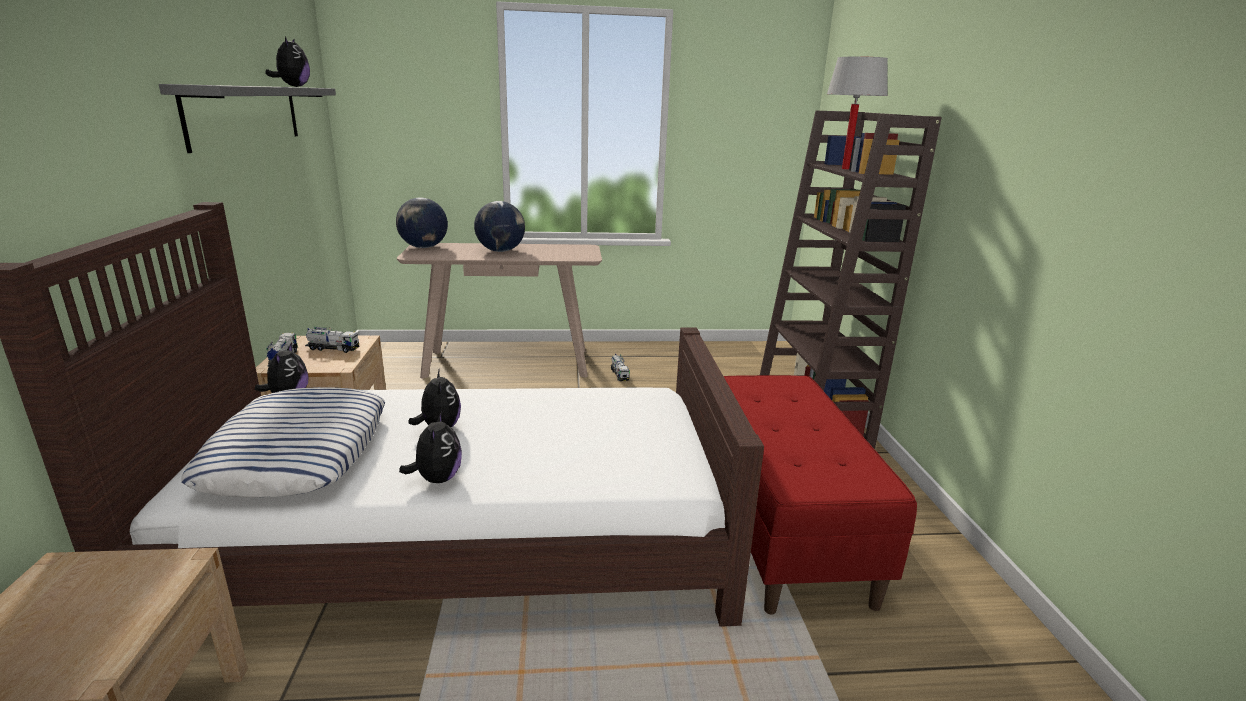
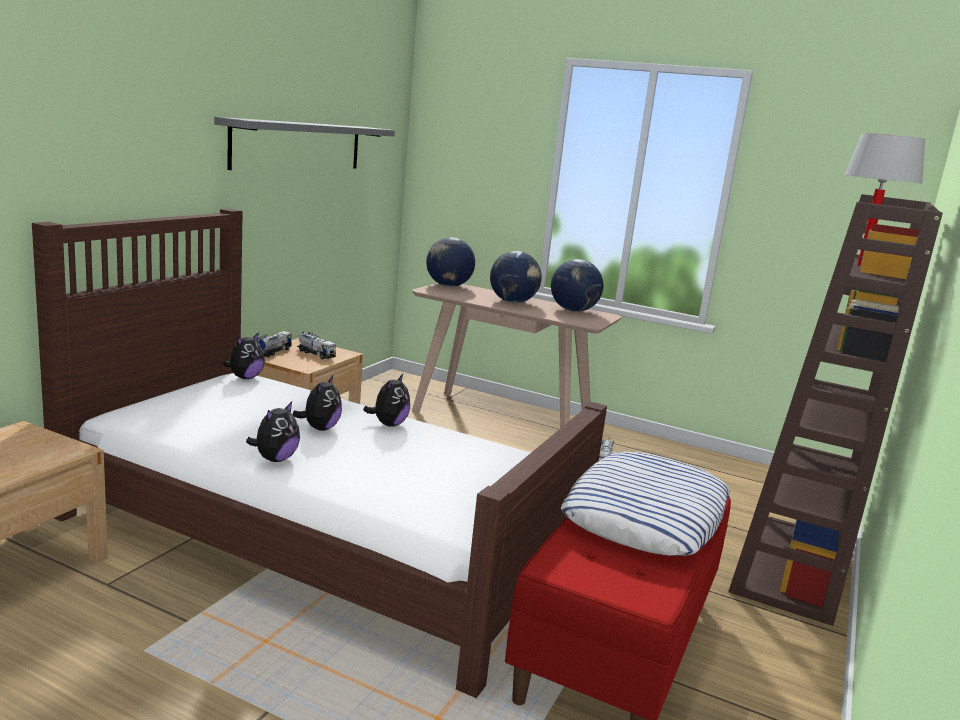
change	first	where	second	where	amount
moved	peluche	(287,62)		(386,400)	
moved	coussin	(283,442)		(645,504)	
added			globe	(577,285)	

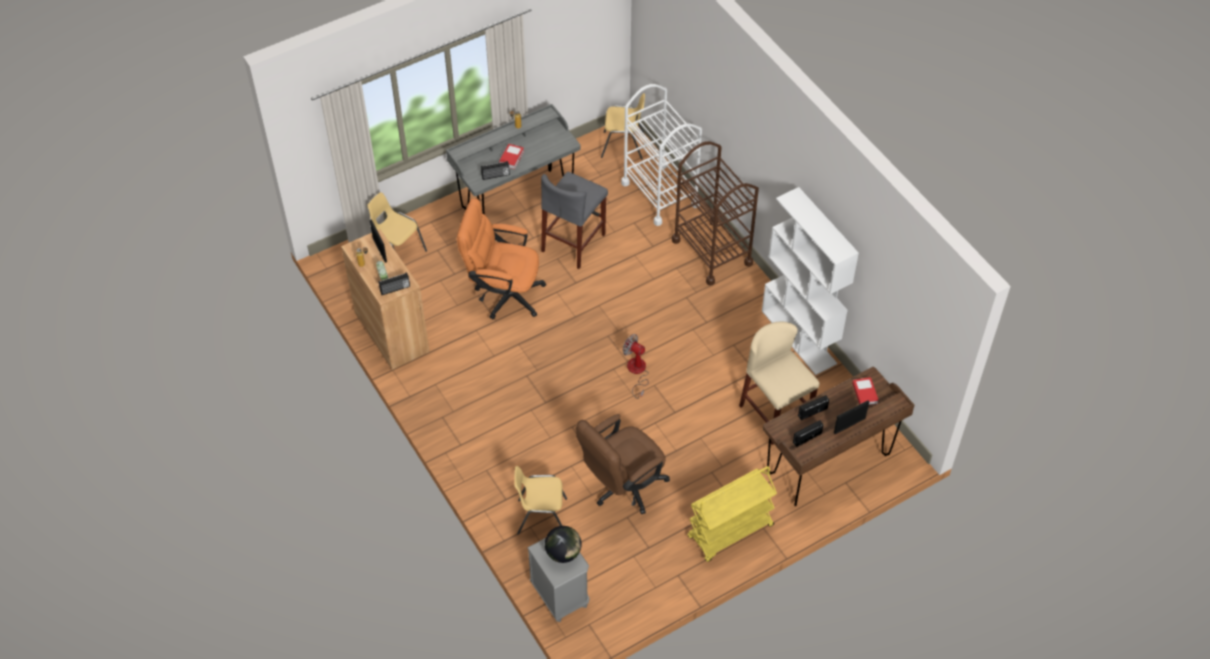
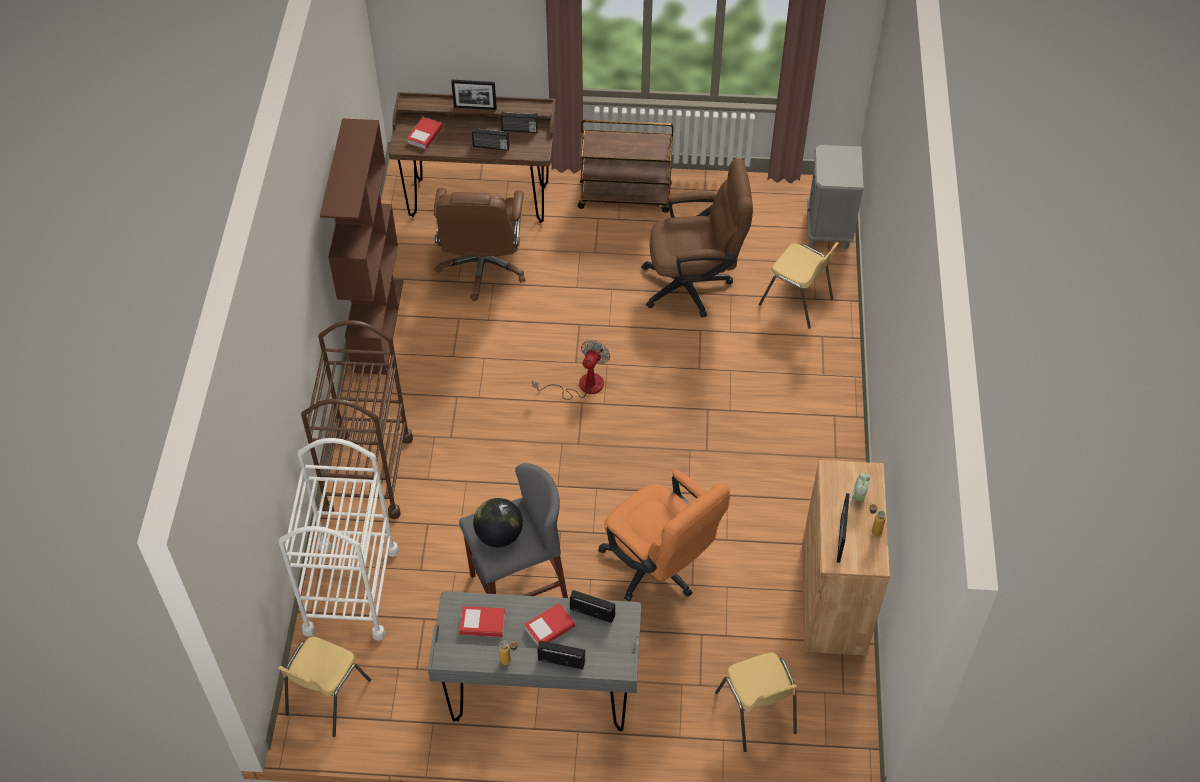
change	first	where	second	where	amount
turned	chaise [jaune]	(623,126)		(324,686)	105 degrees counterclockwise
recoloured	bibliothèque [blanc]	(810,281)	bibliothèque [marron]	(362,246)	
moved	radio	(394,283)		(561,655)	
replaced	tabouret [beige]	(779,383)	chaise de bureau [marron]	(480,244)	
turned	ventilateur	(636,366)		(571,370)	135 degrees counterclockwise
recoloured	chariot [jaune]	(732,514)	chariot [marron]	(625,166)	
moved	globe	(563,544)		(498,522)	
added			livre	(482,621)	

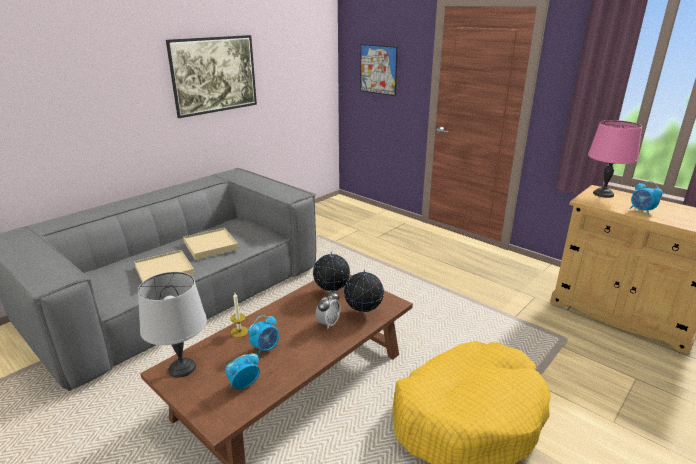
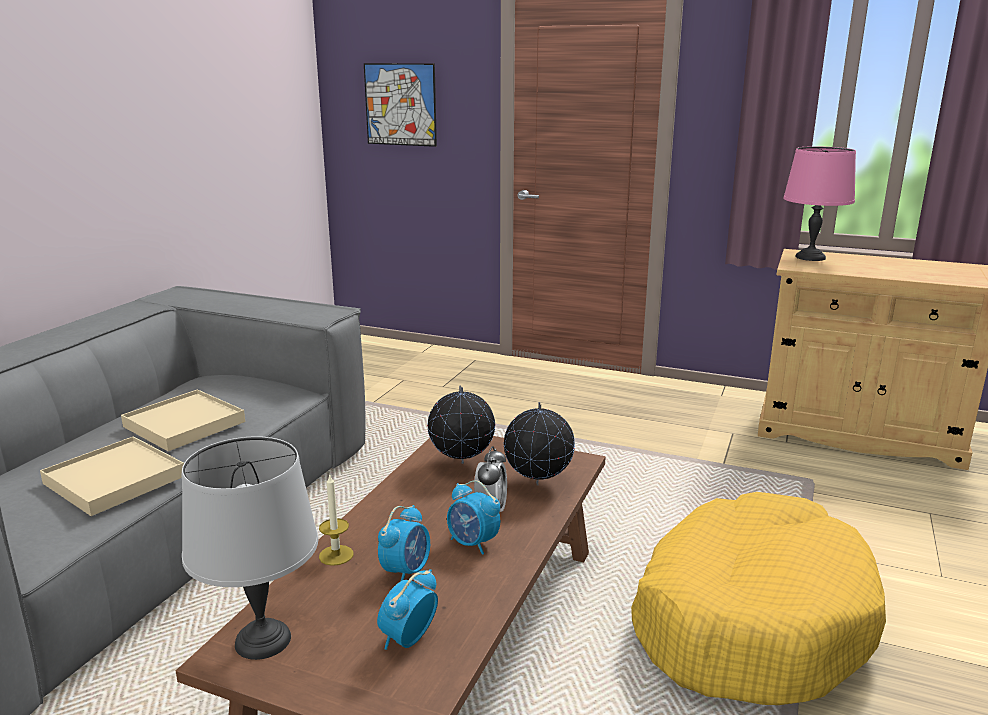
change	first	where	second	where	amount
removed	tableau	(211,76)			
moved	réveil	(646,198)		(474,517)	

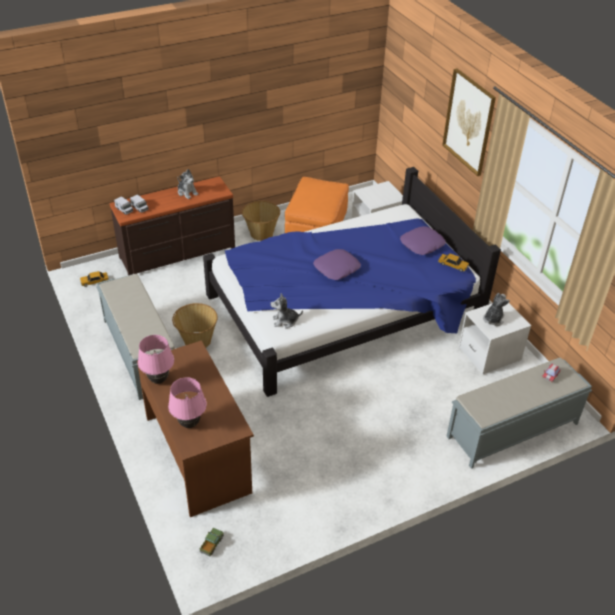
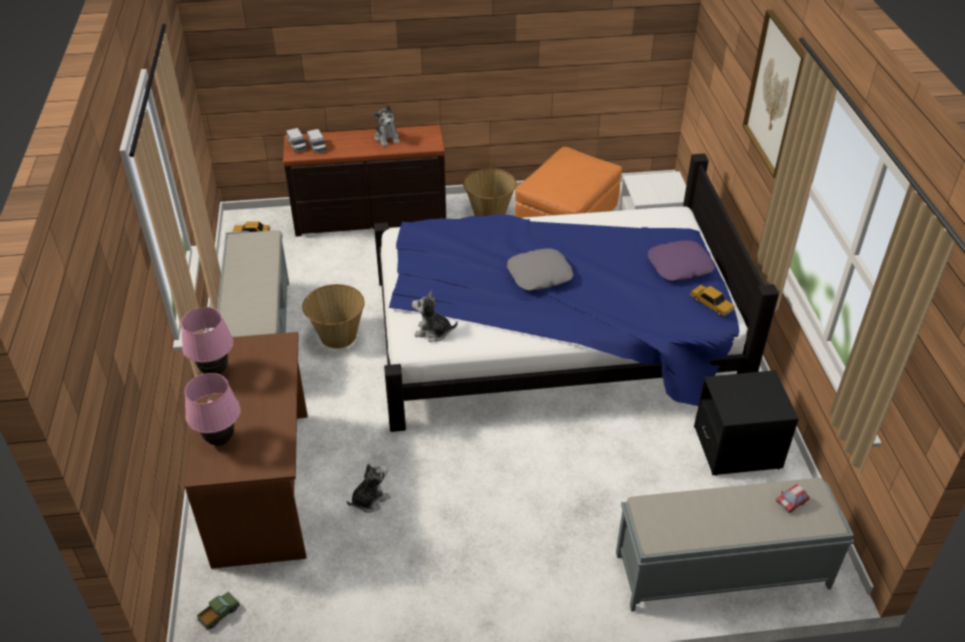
change	first	where	second	where	amount
recoloured	coussin [violet]	(337,264)	coussin [gris]	(540,269)	
moved	peluche	(496,309)		(369,488)	
recoloured	table de chevet [blanc]	(495,338)	table de chevet [noir]	(746,423)	

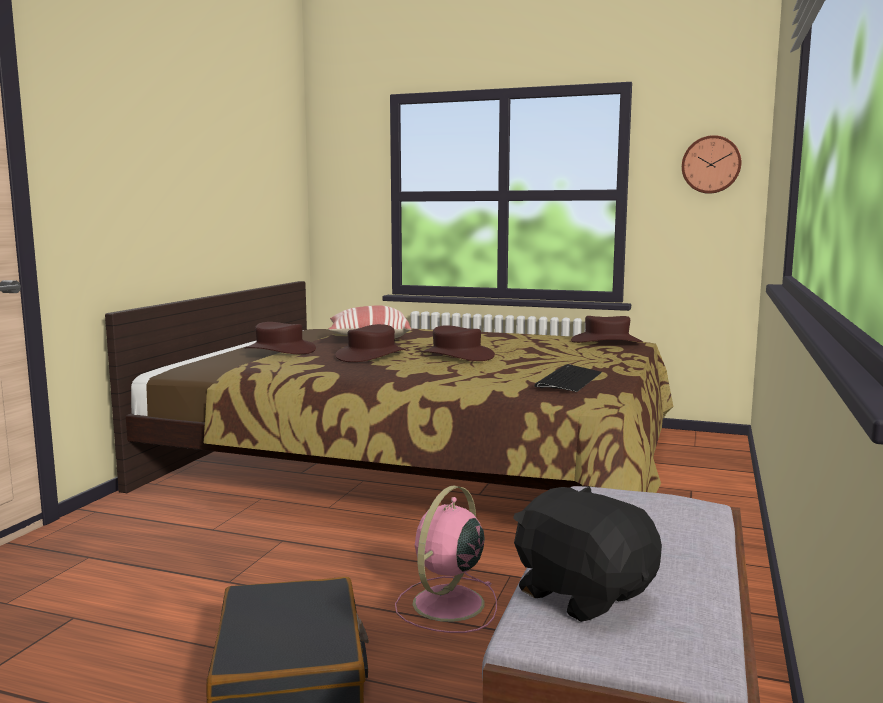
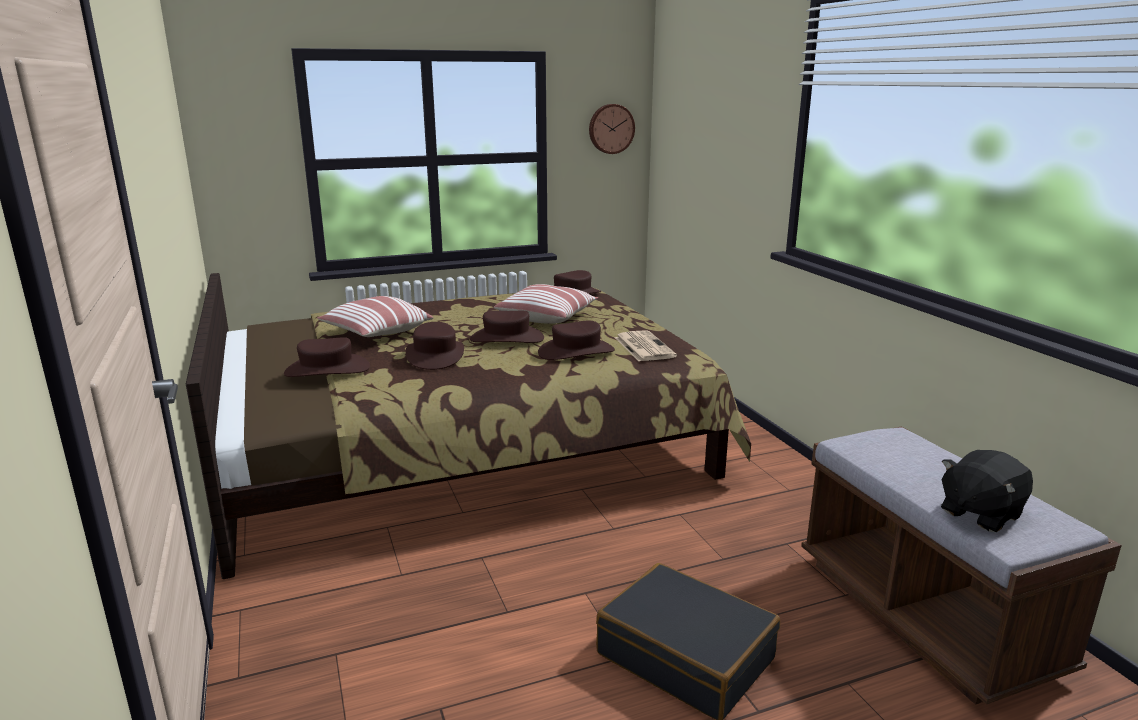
change	first	where	second	where	amount
replaced	clavier	(568,378)	journal	(646,345)	
removed	ventilateur [rose]	(446,559)			
turned	peluche [noir]	(587,554)		(987,491)	45 degrees counterclockwise
added			coussin	(546,304)	
added			chapeau [marron]	(576,340)	

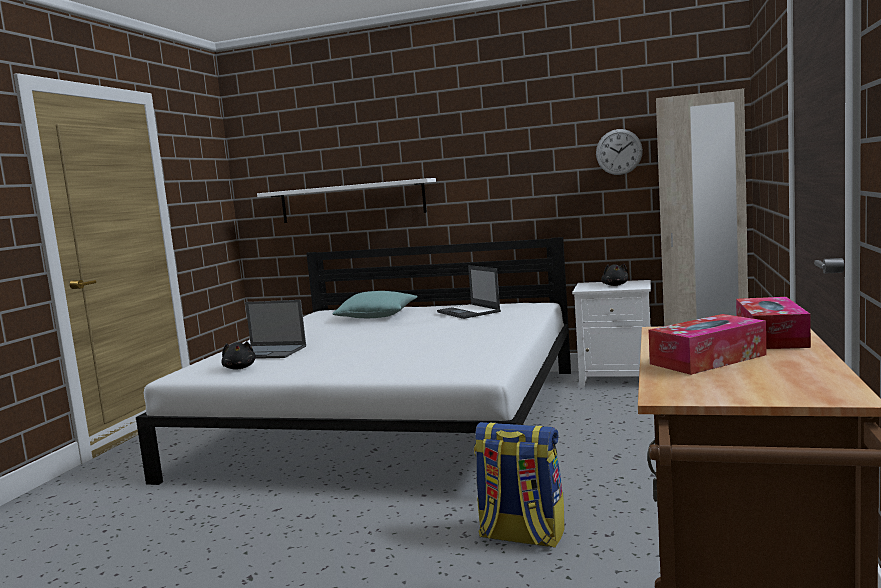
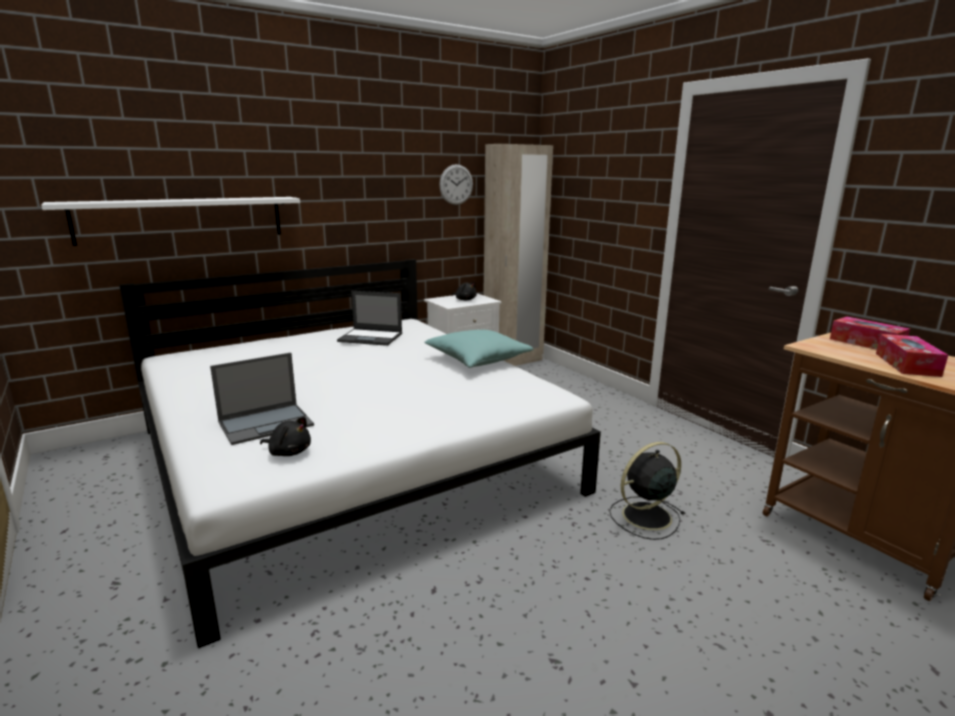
change	first	where	second	where	amount
moved	coussin [turquoise]	(374,304)		(478,349)	
replaced	sac à dos	(519,485)	ventilateur [noir]	(647,491)	

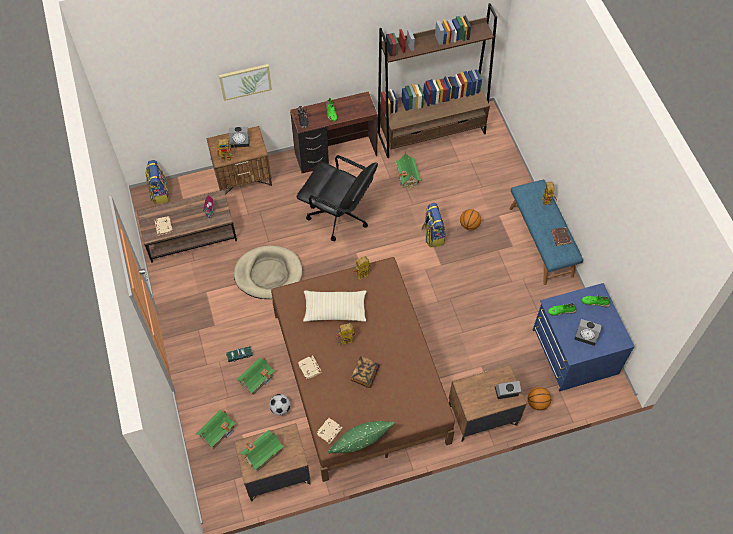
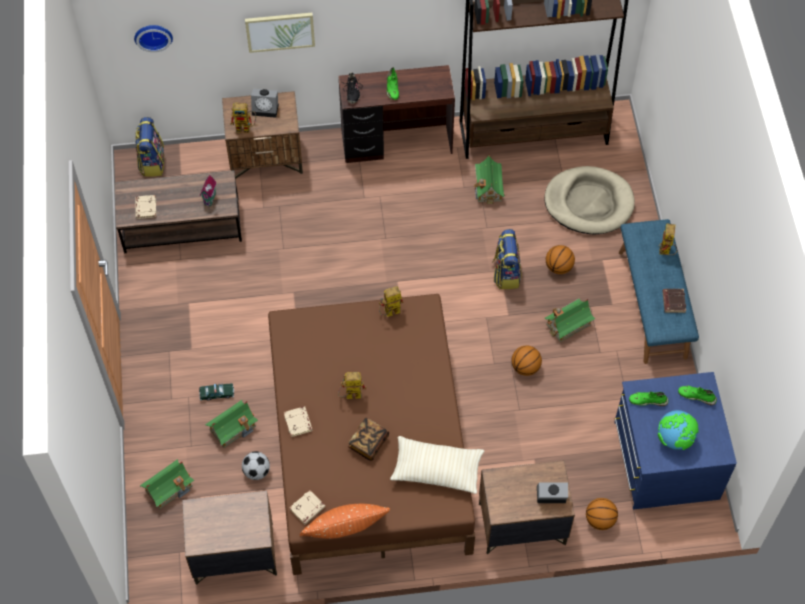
change	first	where	second	where	amount
removed	chaise de bureau [noir]	(337,198)			
moved	panier pour chien [beige]	(268,272)		(589,200)	
moved	coussin [beige]	(335,306)		(437,465)	
replaced	réveil	(588,332)	globe	(678,430)	
recoloured	coussin [vert]	(361,437)	coussin [orange]	(345,521)	
moved	maison miniature	(262,450)		(569,320)	
added			horloge murale	(153,38)	
added			ballon de basket	(526,360)	

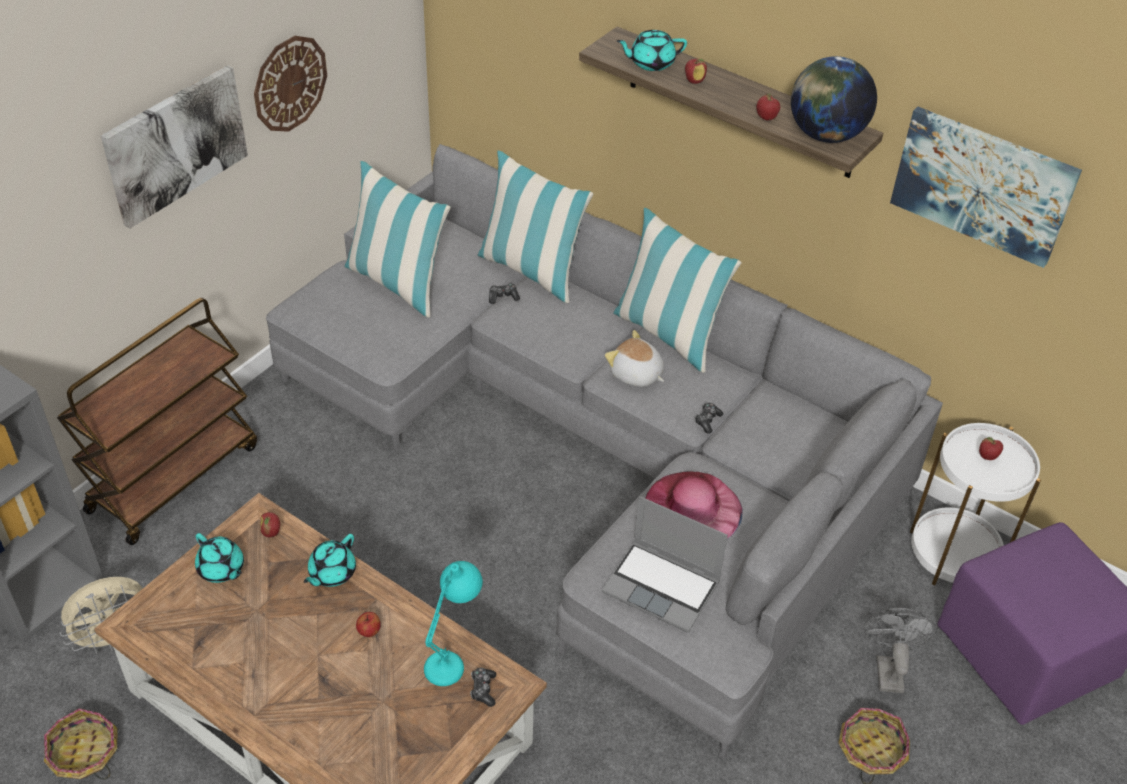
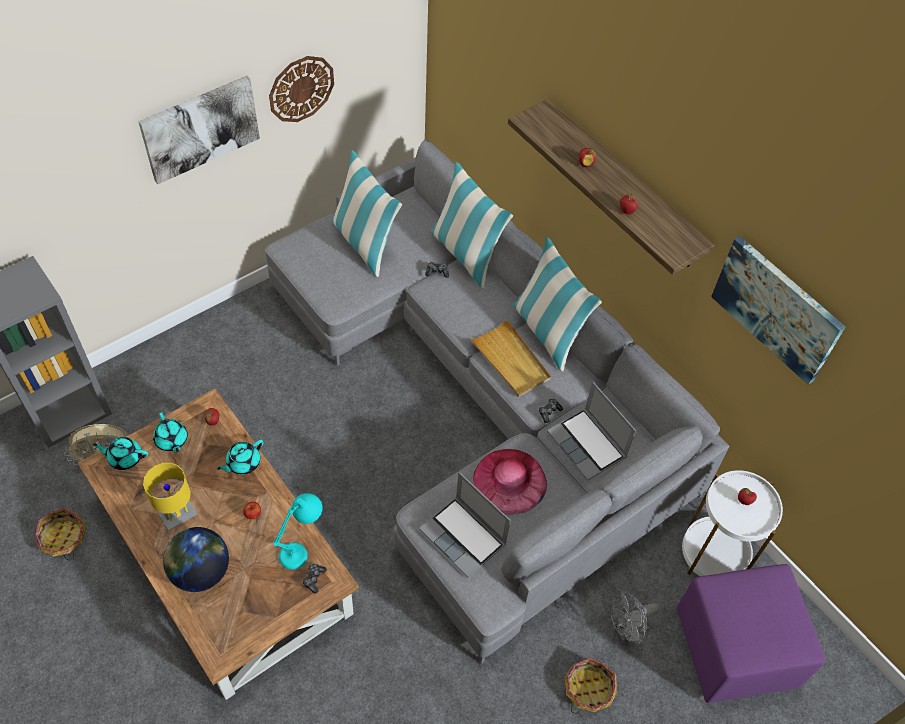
change	first	where	second	where	amount
moved	théière [turquoise]	(652,50)		(120,453)	
moved	globe	(834,99)		(196,559)	
removed	chariot [marron]	(157,421)			
replaced	peluche	(634,358)	plateau [beige]	(510,358)	
turned	ventilateur [gris]	(900,650)		(634,617)	135 degrees counterclockwise
added			ordinateur portable	(591,431)	
added			lampe de table [jaune]	(170,496)	

